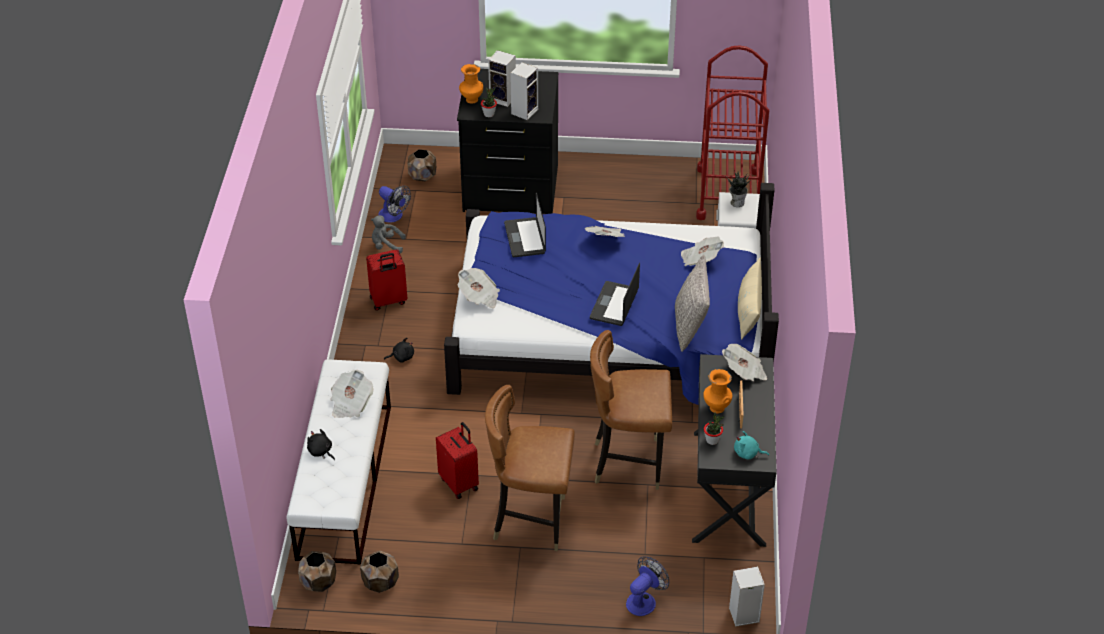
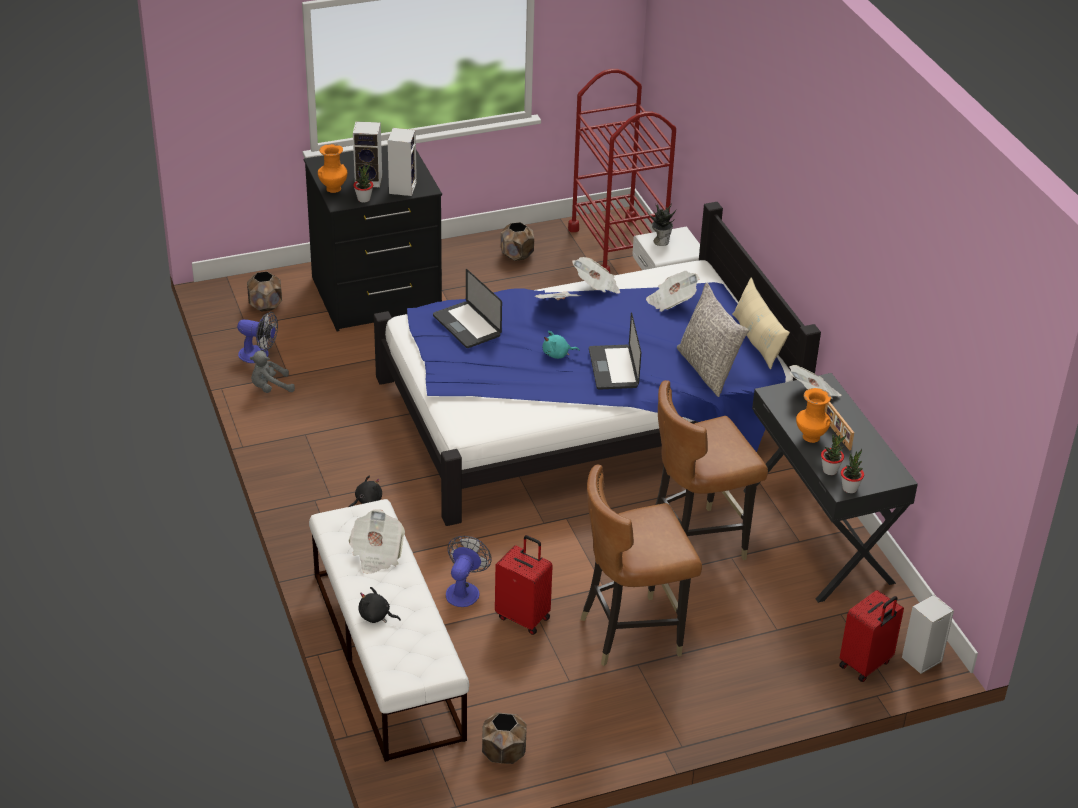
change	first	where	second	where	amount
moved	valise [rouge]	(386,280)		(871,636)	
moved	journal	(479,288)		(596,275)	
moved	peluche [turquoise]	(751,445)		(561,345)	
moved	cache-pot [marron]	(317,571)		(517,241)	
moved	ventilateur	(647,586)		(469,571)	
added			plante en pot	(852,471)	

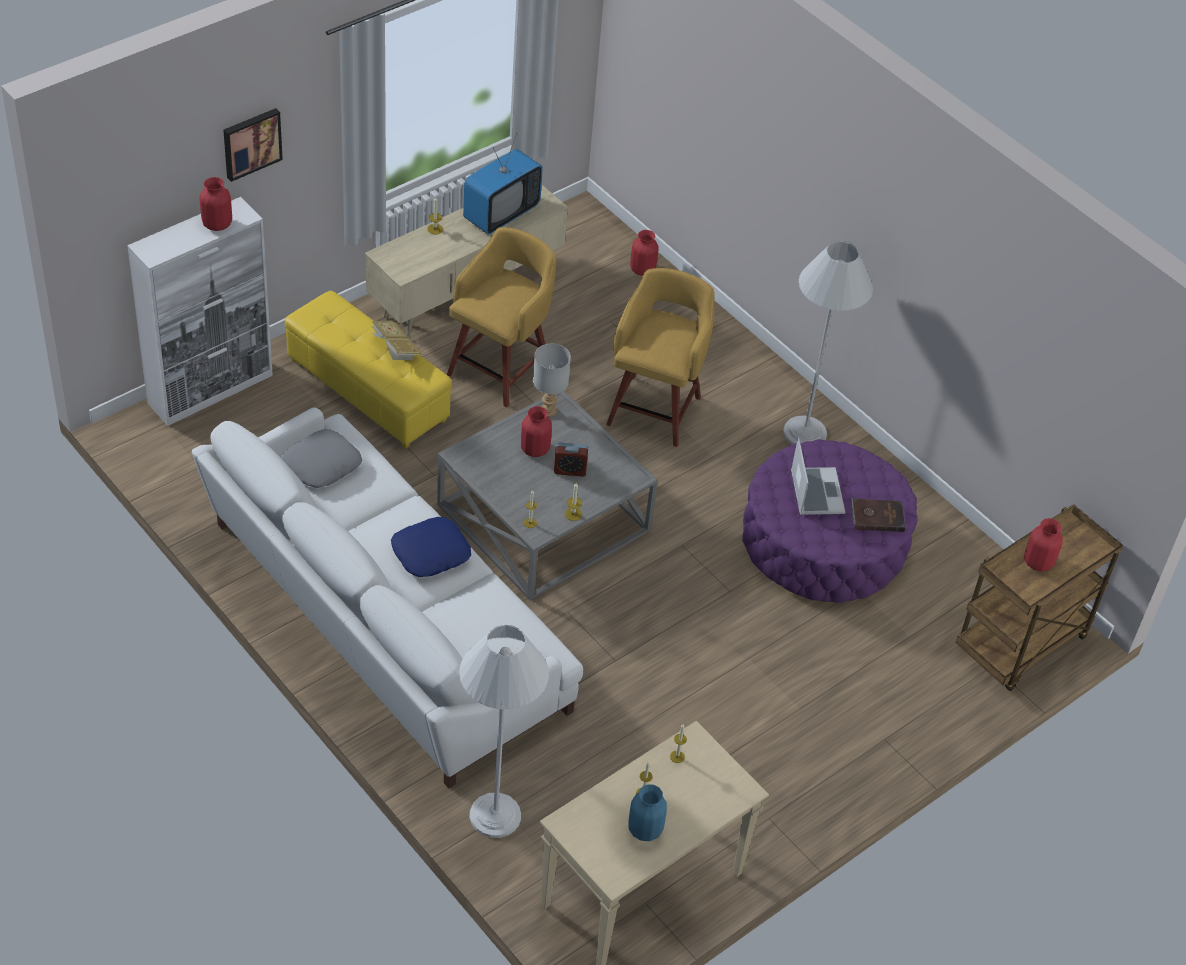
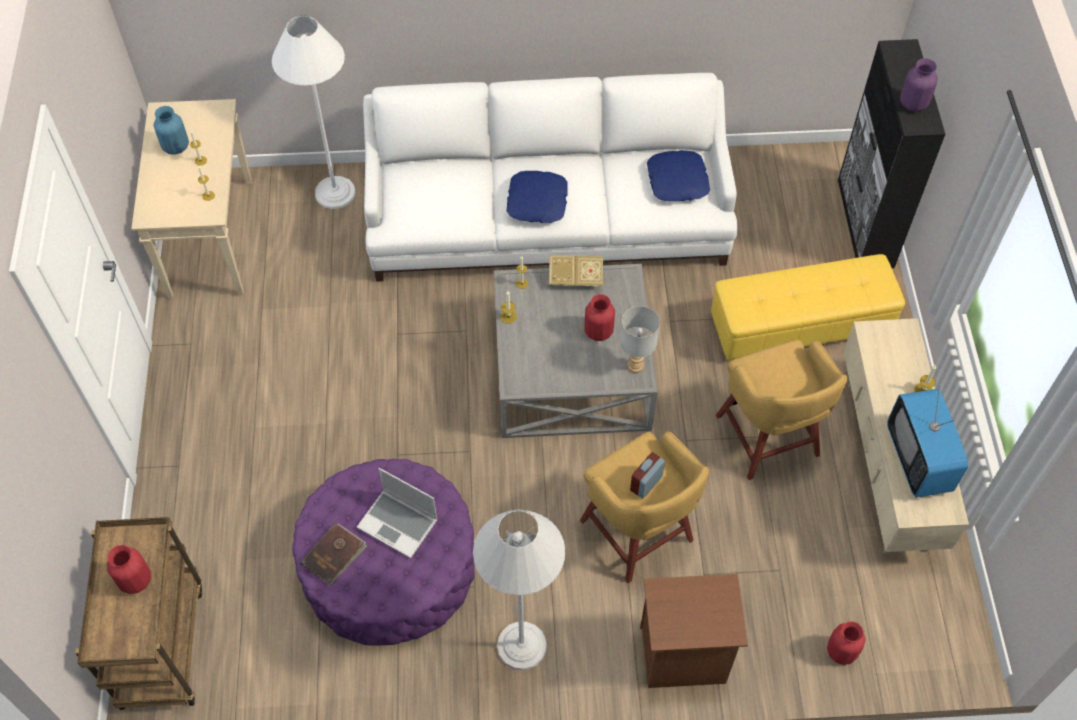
change	first	where	second	where	amount
removed	tableau	(253,145)			
recoloured	vase [rouge]	(215,204)	vase [violet]	(919,84)	
recoloured	meuble de rangement [blanc]	(200,311)	meuble de rangement [noir]	(891,153)	
moved	livre	(396,340)		(576,271)	
recoloured	coussin [gris]	(322,458)	coussin [bleu]	(678,176)	
moved	réveil	(571,459)		(647,475)	
added			table de chevet [marron]	(694,631)	

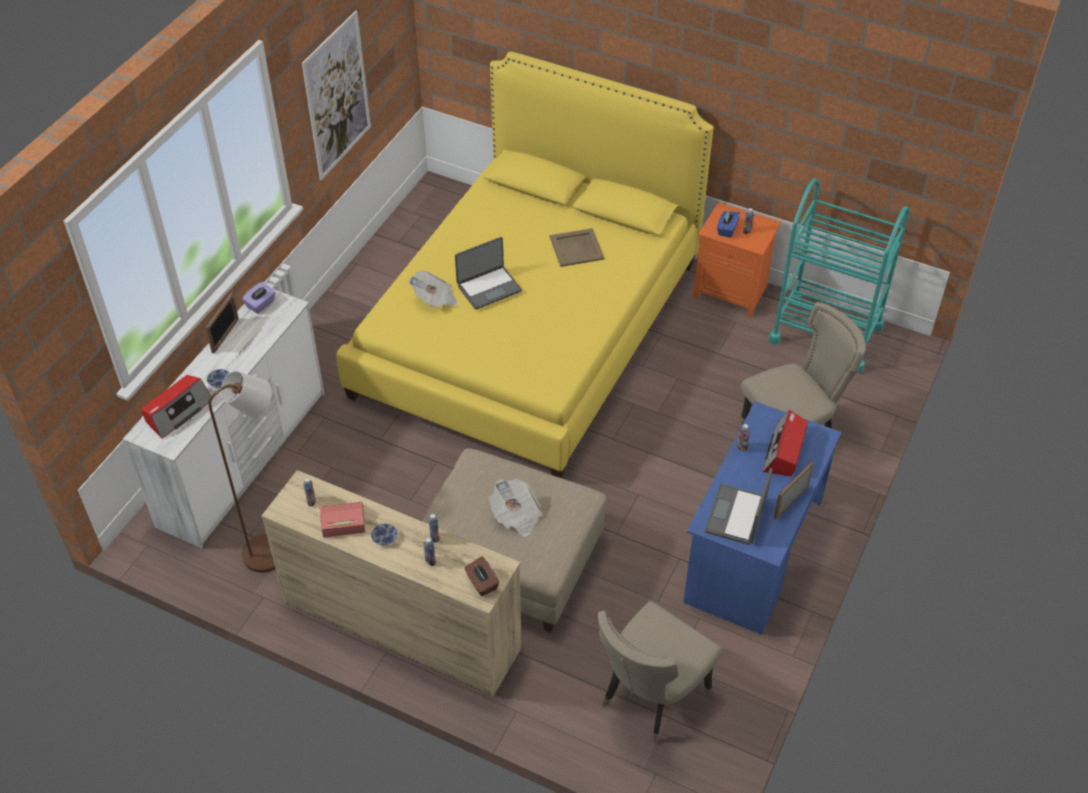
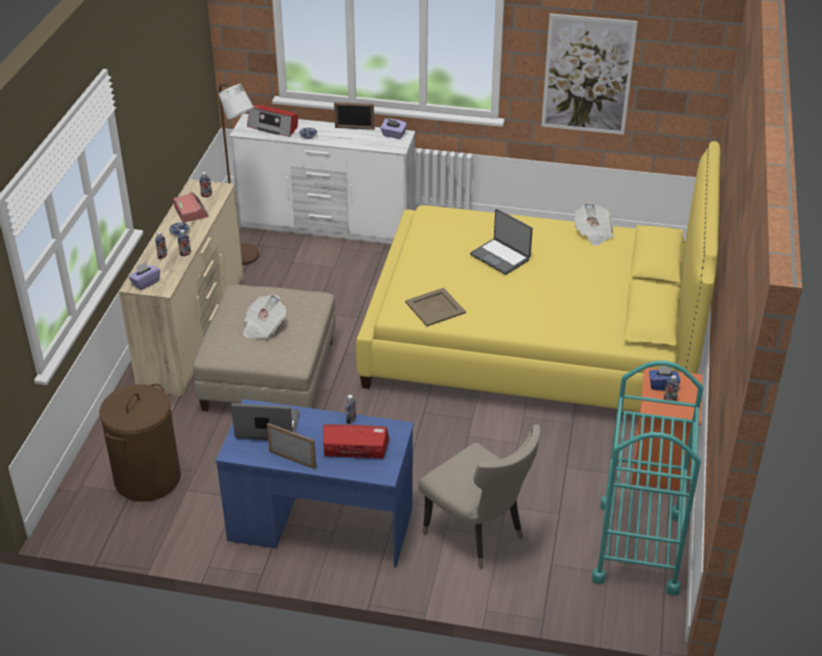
change	first	where	second	where	amount
moved	plateau [beige]	(577,247)		(435,307)	
moved	journal	(433,289)		(594,224)	
recoloured	boîte à mouchoirs [marron]	(481,576)	boîte à mouchoirs [violet]	(144,276)	
replaced	chaise [beige]	(660,672)	panier à linge [marron]	(140,443)	

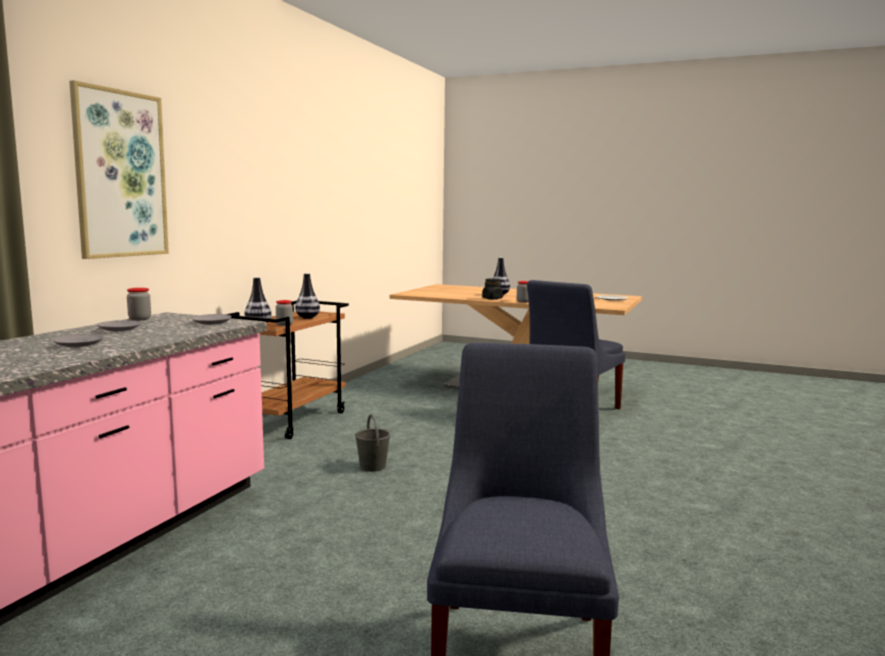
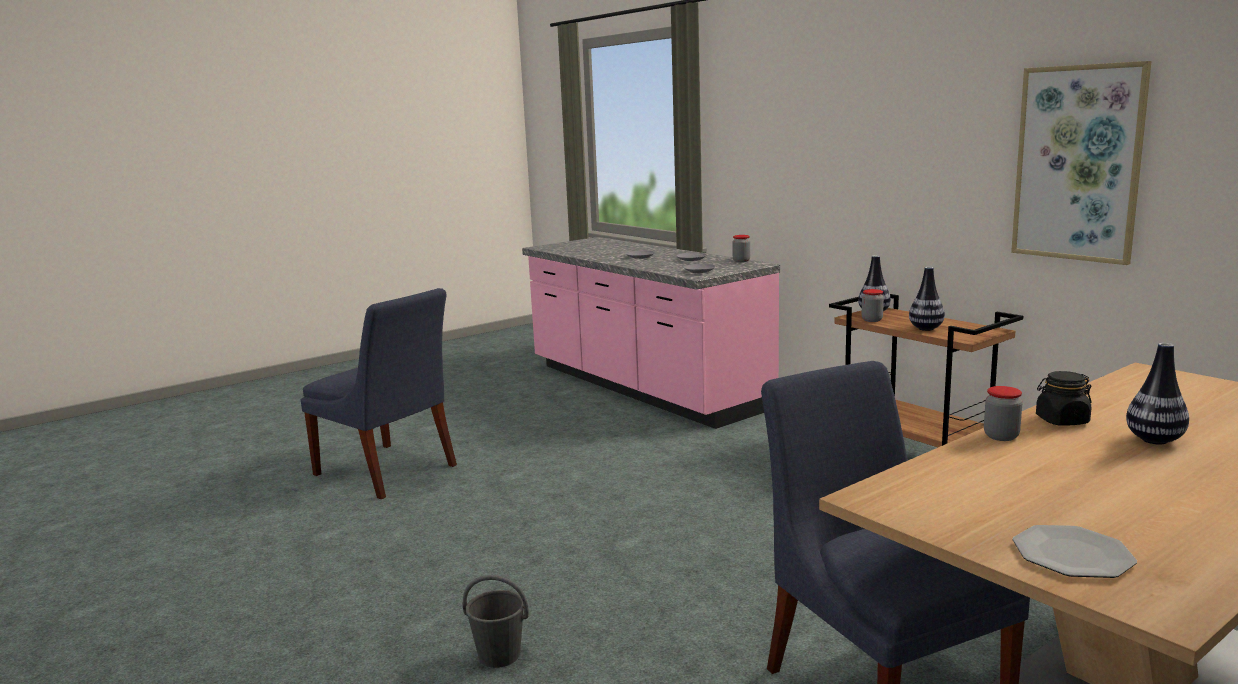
change	first	where	second	where	amount
moved	tableau	(119,169)		(1081,163)	
moved	seau [gris]	(373,443)		(496,621)	

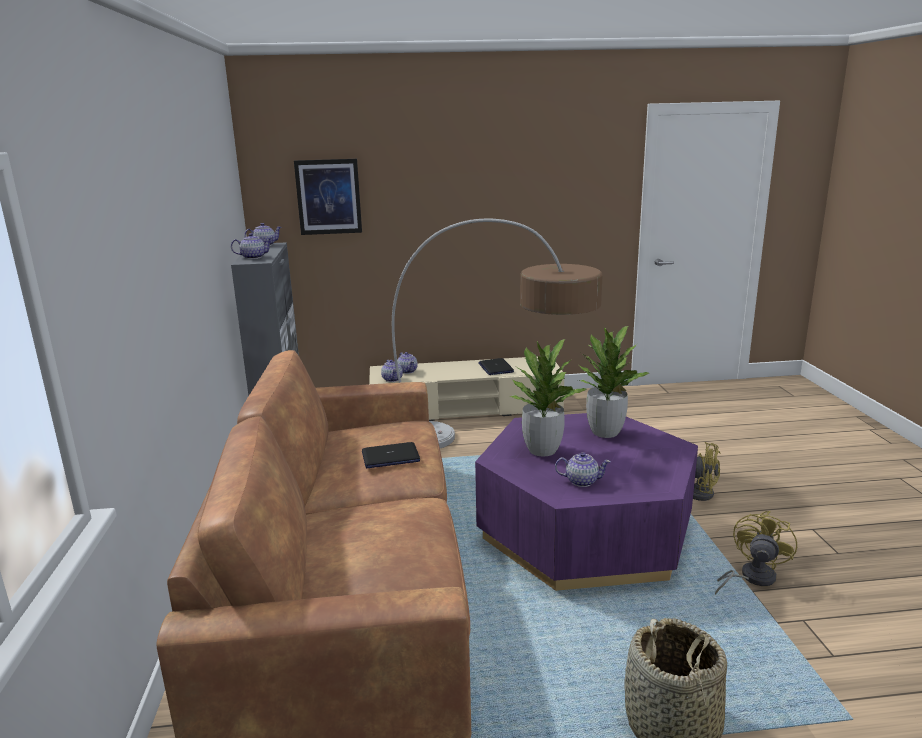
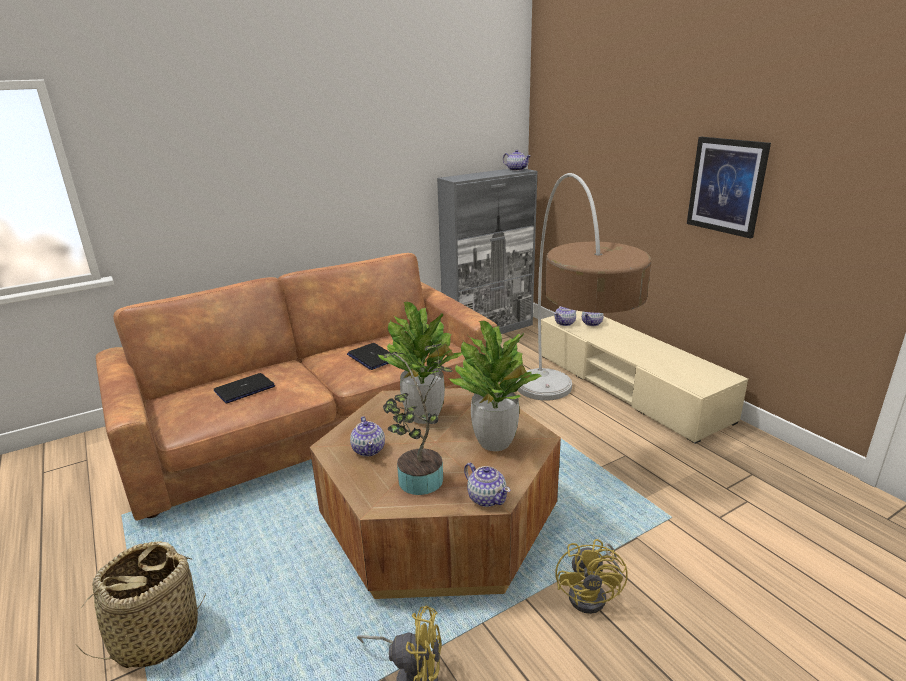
change	first	where	second	where	amount
moved	tableau	(328,197)		(729,188)	
moved	théière	(252,246)		(487,485)	
moved	ordinateur portable	(496,366)		(244,388)	
recoloured	table basse [violet]	(586,502)	table basse [marron]	(435,493)	
added			plante en pot	(418,419)	

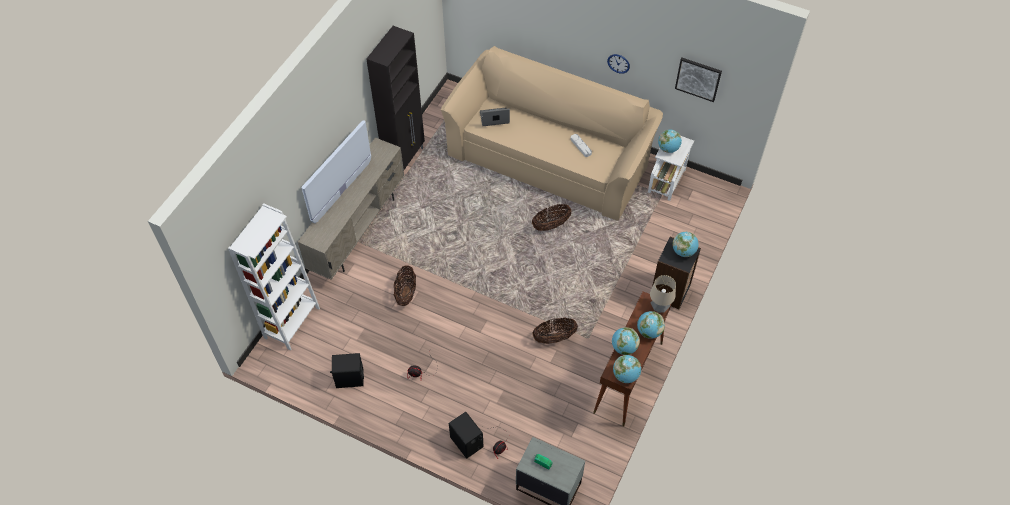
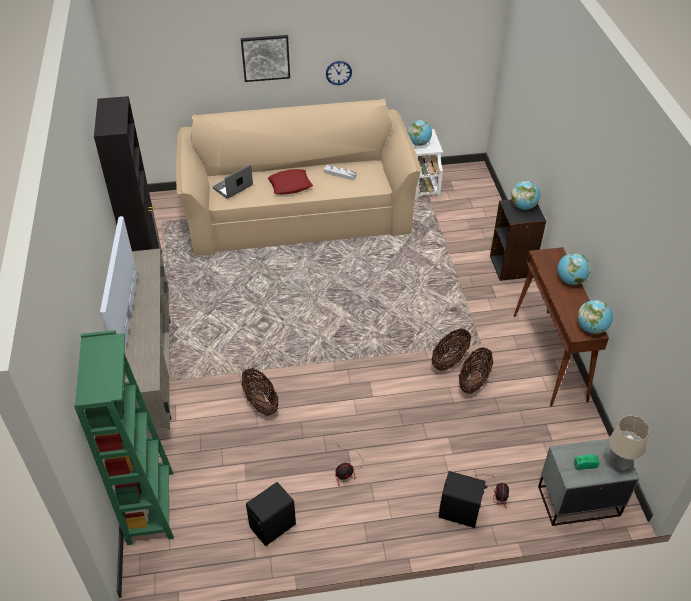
change	first	where	second	where	amount
moved	tableau	(698,80)		(265,58)	
recoloured	bibliothèque [blanc]	(274,277)	bibliothèque [vert]	(124,437)	
moved	panier	(552,217)		(476,370)	
moved	lampe de table	(663,294)		(628,443)	
removed	globe	(626,341)			
added			coussin [rouge]	(290,181)	

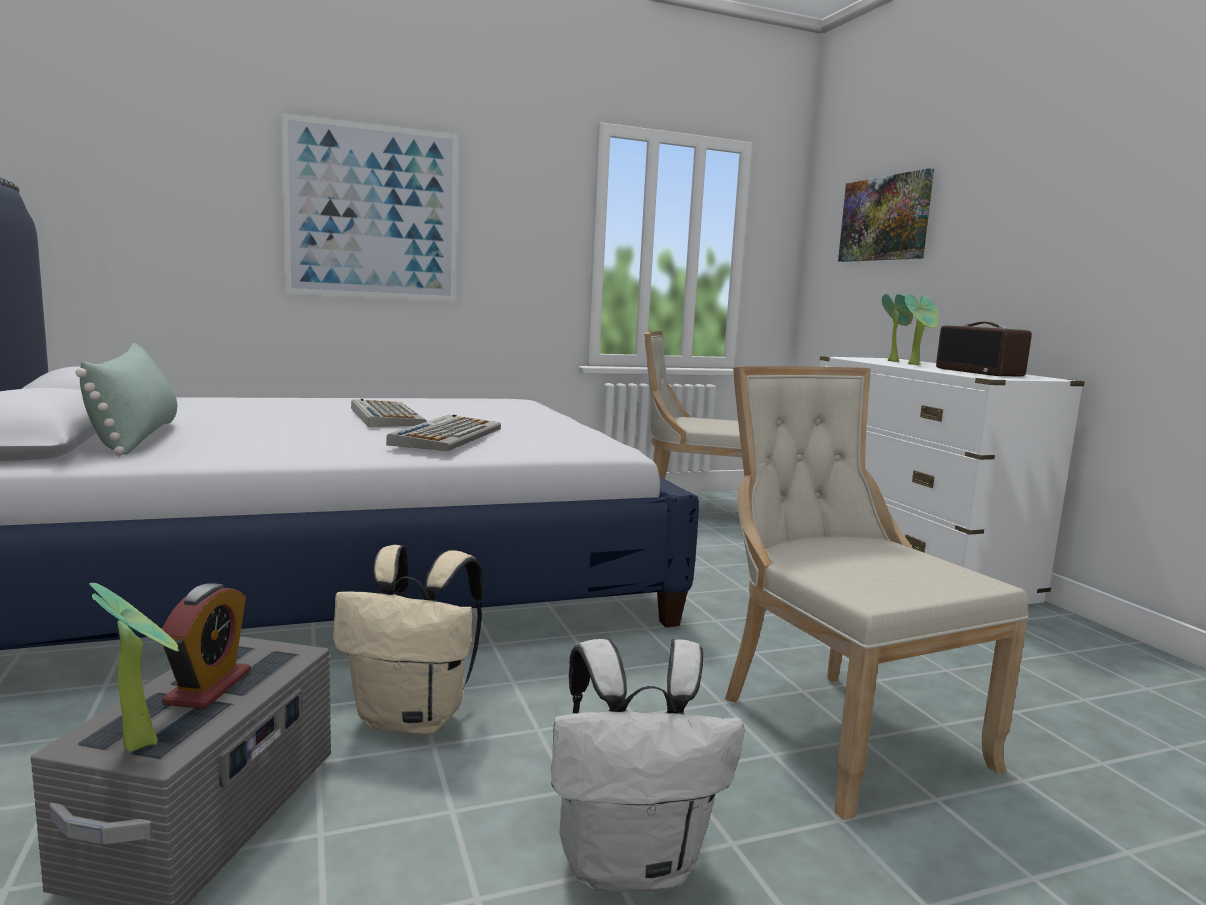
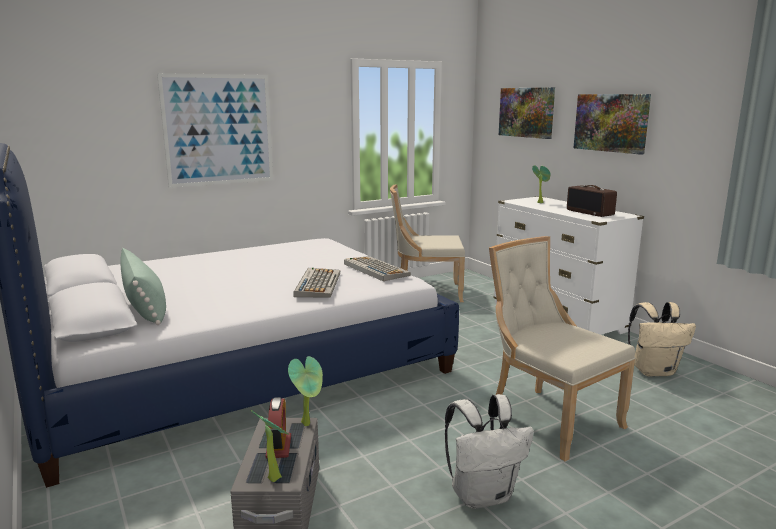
change	first	where	second	where	amount
moved	plante en pot	(922,329)		(305,391)	
moved	clavier	(389,413)		(377,268)	
moved	sac à dos [beige]	(408,640)		(662,339)	
added			tableau	(612,124)	

